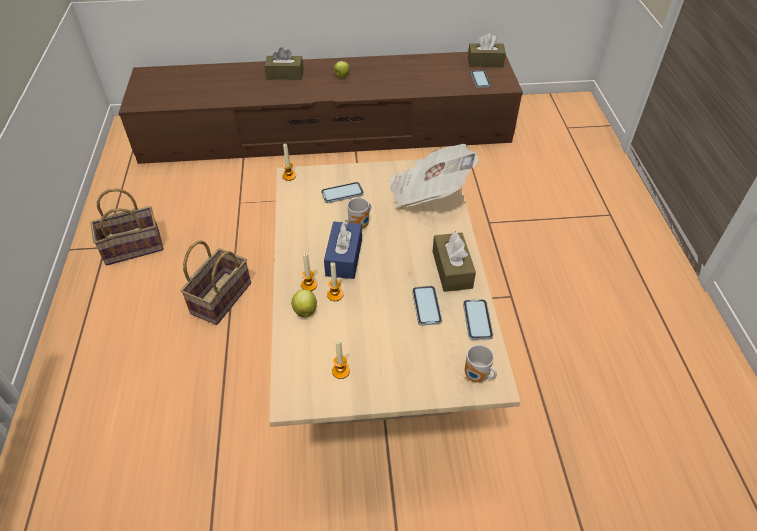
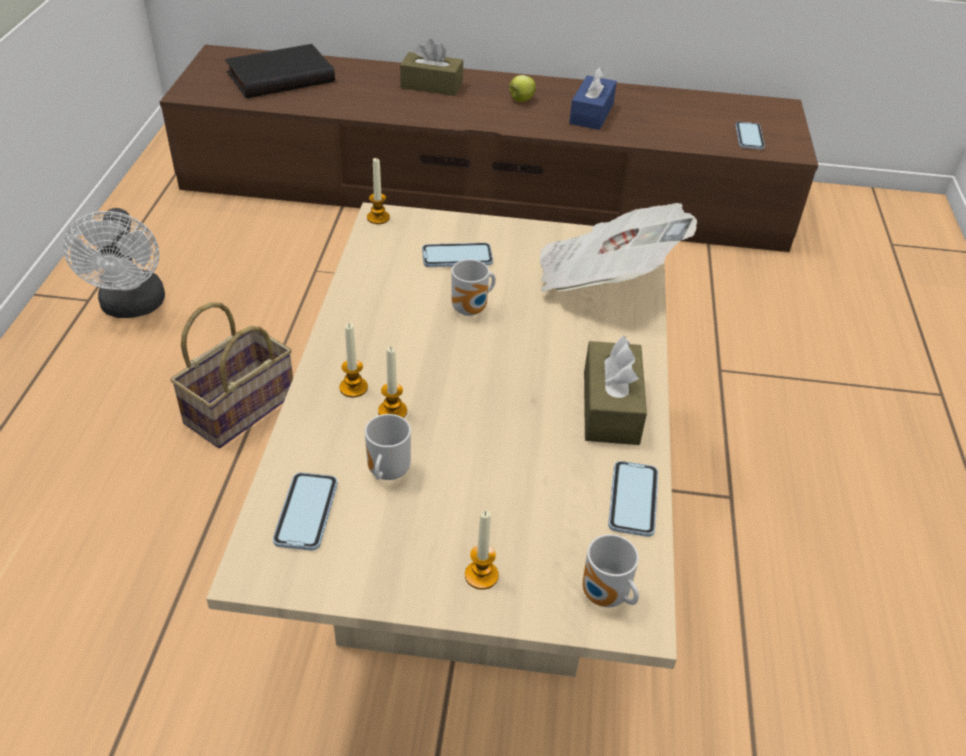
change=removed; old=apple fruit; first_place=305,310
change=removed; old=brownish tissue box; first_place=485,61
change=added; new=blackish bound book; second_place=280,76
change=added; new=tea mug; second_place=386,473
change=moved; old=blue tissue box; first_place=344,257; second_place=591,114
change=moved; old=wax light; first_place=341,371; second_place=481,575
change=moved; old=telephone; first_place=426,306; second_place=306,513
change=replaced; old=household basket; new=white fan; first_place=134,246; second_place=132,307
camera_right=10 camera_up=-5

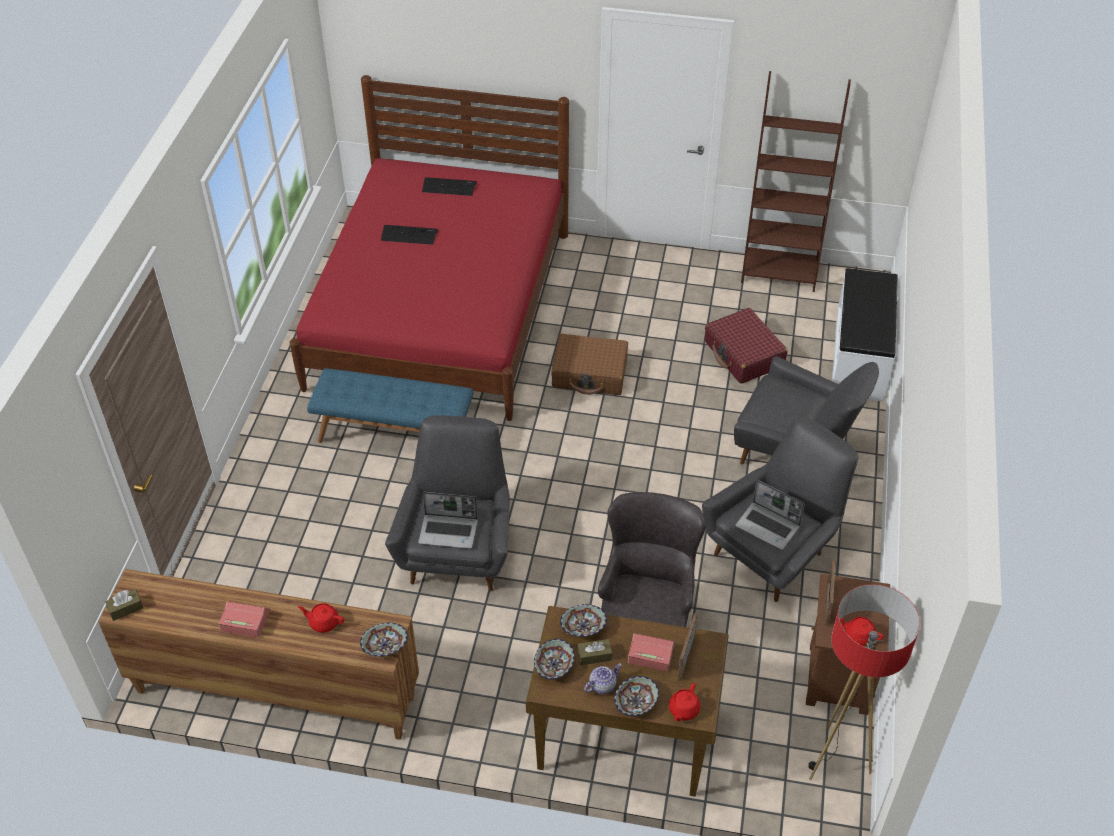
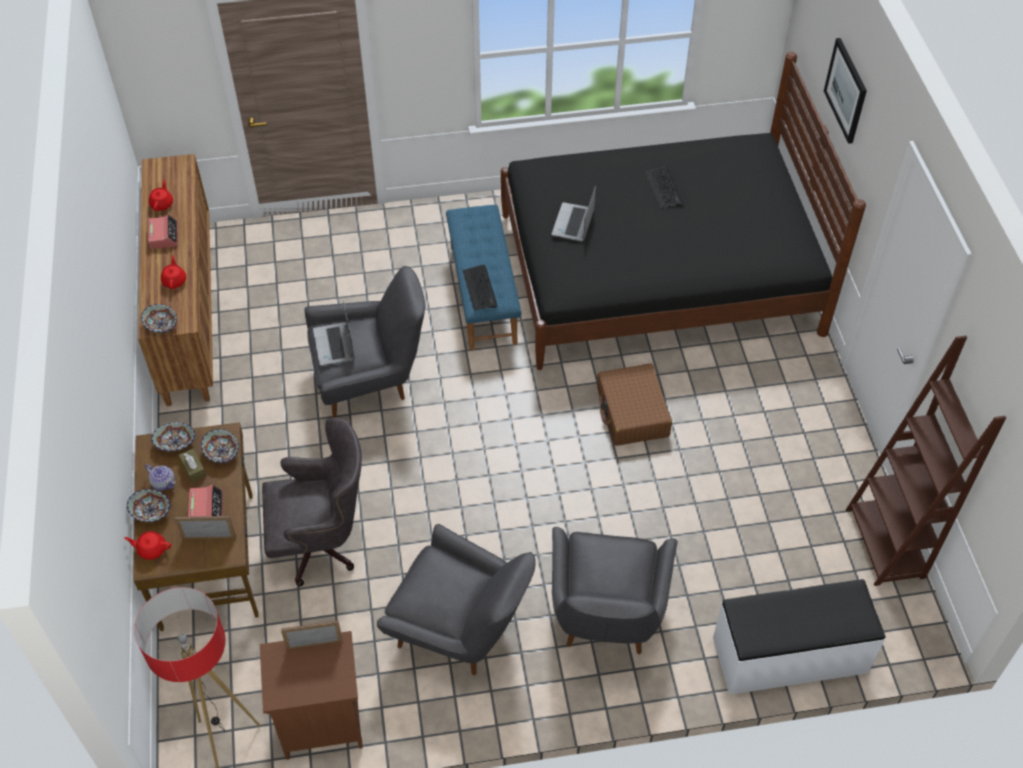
change=removed; old=brownish tissue box; first_place=126,608
change=removed; old=reddish travel case; first_place=743,354
change=added; new=wall picture; second_place=846,90
change=moved; old=PC keyboard; first_place=449,187; second_place=480,288
change=moved; old=notebook computer; first_place=768,526; second_place=573,224
change=moved; old=reddish teapot; first_place=858,635; second_place=162,204
change=recoloured; old=reddish sleeping bed; new=blackish sleeping bed; first_place=440,309; second_place=658,273
camera_right=70 camera_up=5

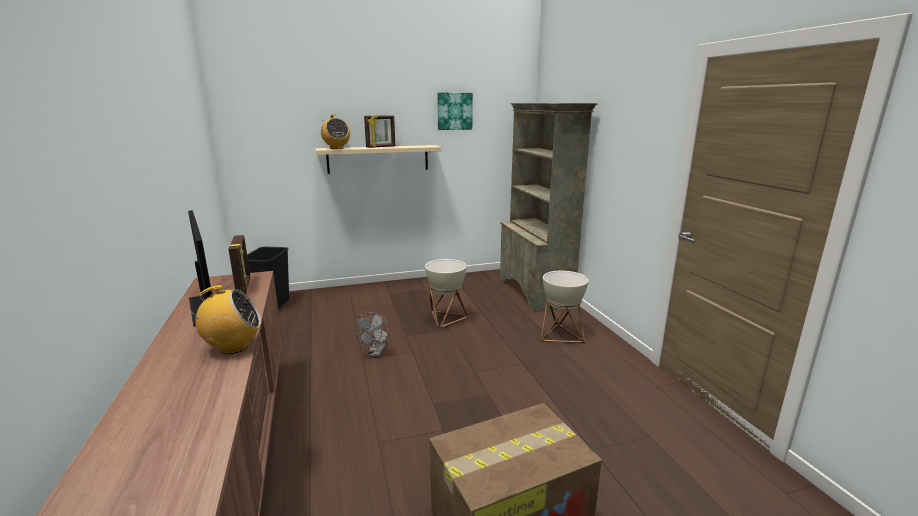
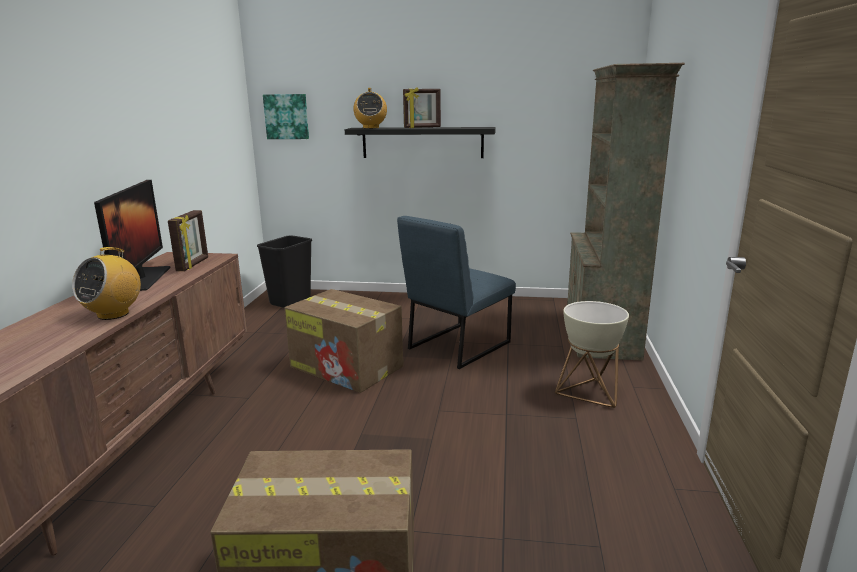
change=moved; old=wall picture; first_place=454,111; second_place=287,116
change=replaced; old=greyish fan; new=packing box; first_place=375,353; second_place=348,367
change=replaced; old=planter; new=blue upright chair; first_place=445,319; second_place=456,346
change=recoloured; old=beige wall shelf; new=blackish wall shelf; first_place=378,159; second_place=422,142
change=turned; old=radio receiver; first_place=233,347; second_place=113,314; degrees=105
camera_right=25 camera_up=0

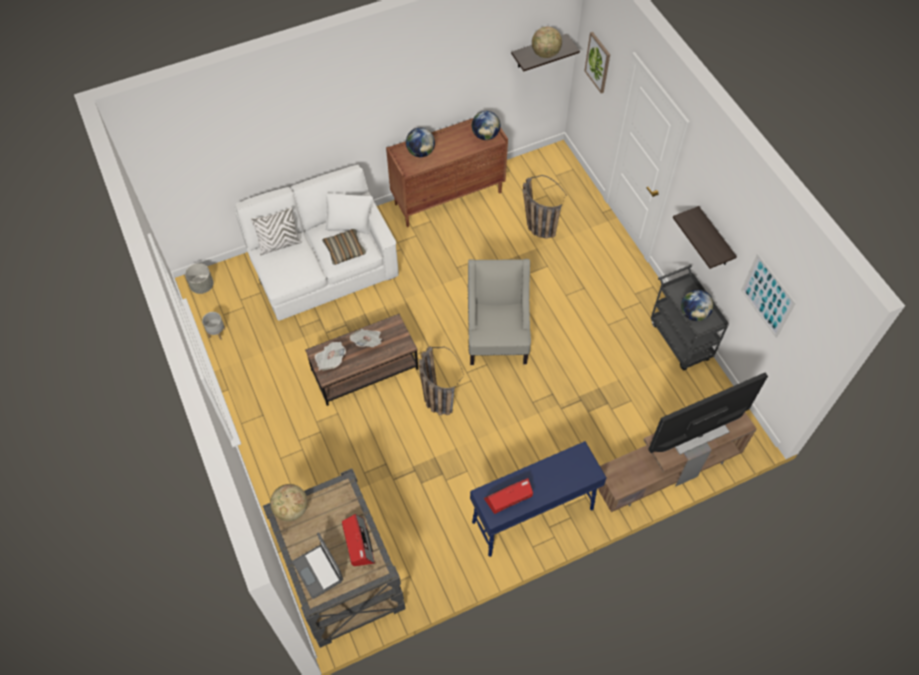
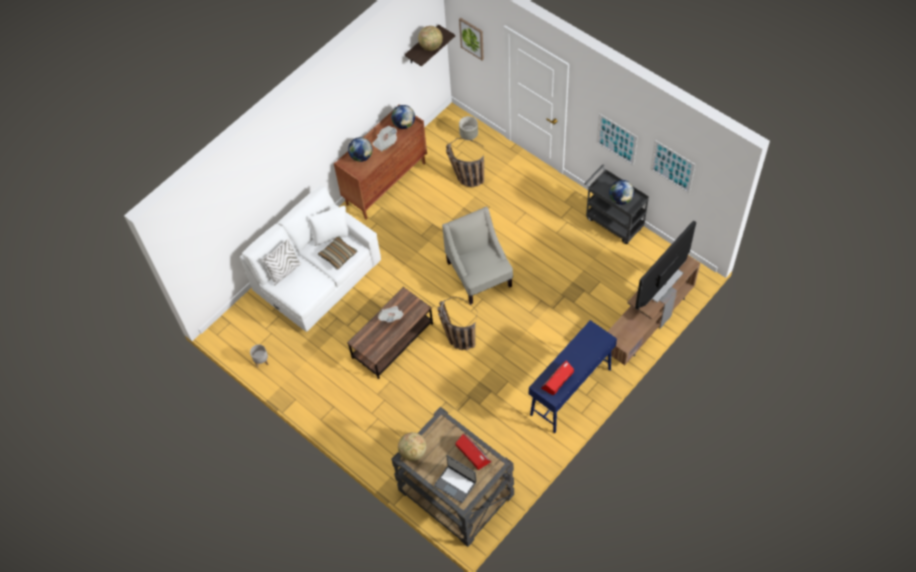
change=moved; old=greyish planter; first_place=202,286; second_place=469,134
change=moved; old=printed paper; first_place=330,360; second_place=385,142
change=replaced; old=wall shelf; new=wall picture; first_place=714,238; second_place=616,139
camera_right=-20 camera_up=0

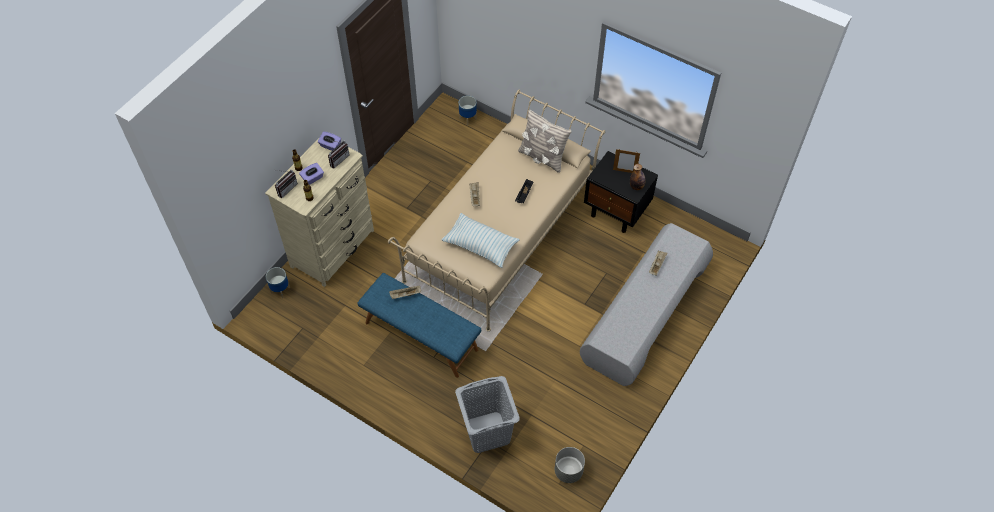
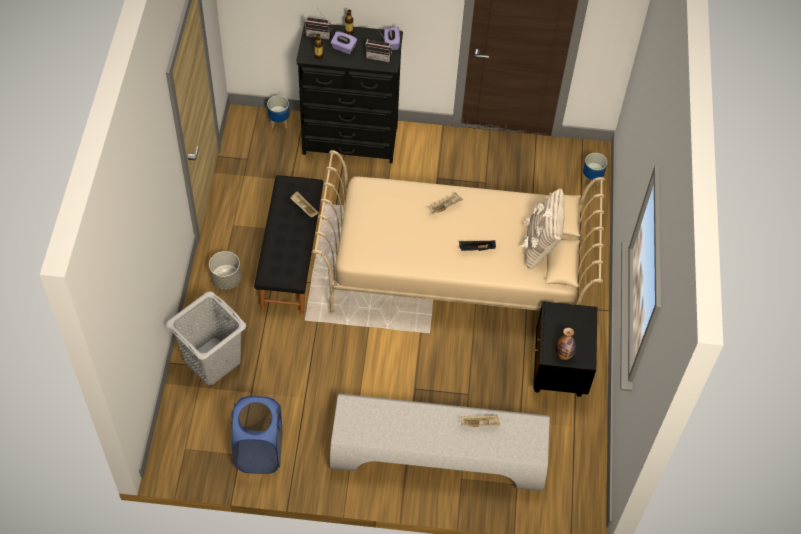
change=removed; old=cushion; first_place=480,245
change=removed; old=photo frame; first_place=624,171
change=added; new=blue washing basket; second_place=259,452
change=moved; old=greyish planter; first_place=568,471; second_place=226,279
change=recoloured; old=beige chest of drawers; new=blackish chest of drawers; first_place=334,249; second_place=350,141
change=recoloured; old=blue bench; new=blackish bench; first_place=421,335; second_place=292,258
camera_right=60 camera_up=0

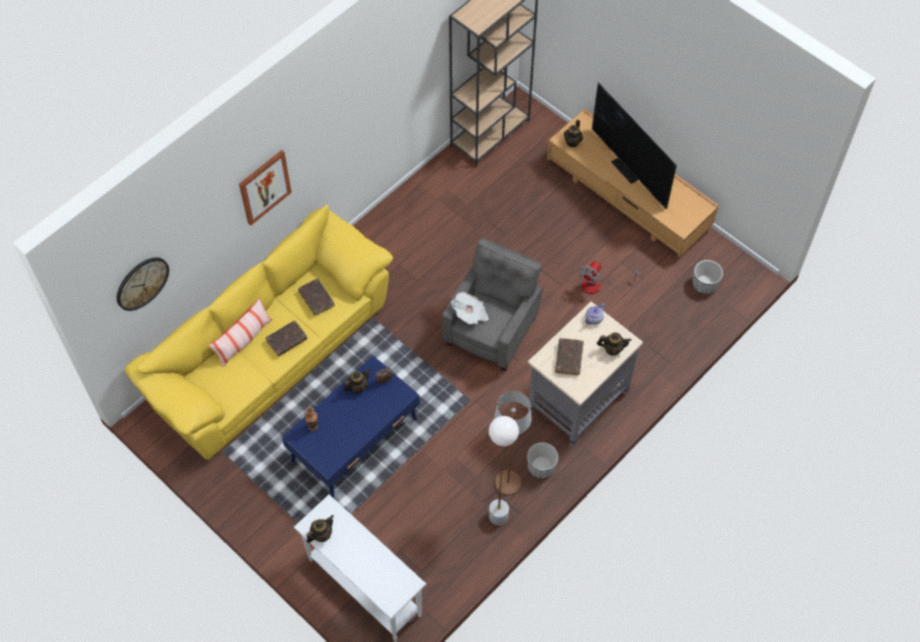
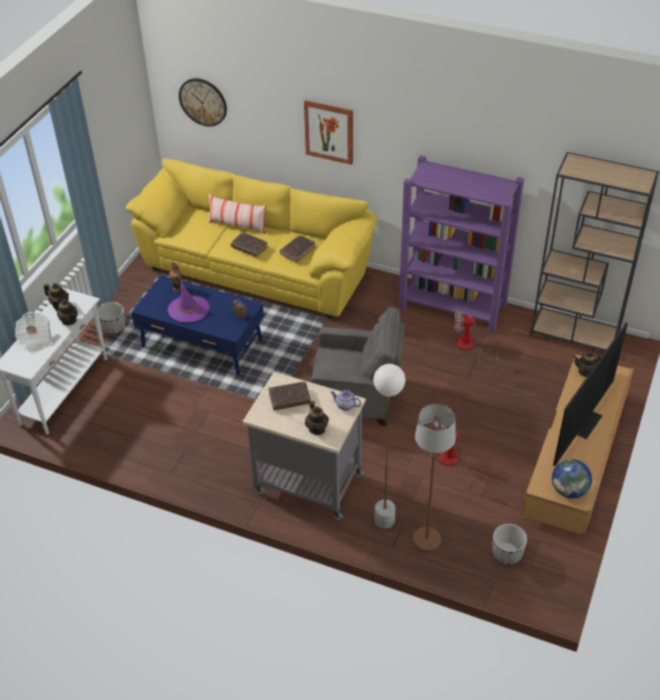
change=added; new=purplish wearable hat; second_place=188,309
change=added; new=purplish shelving unit; second_place=452,306
change=added; new=fan; second_place=469,347
change=added; new=globe; second_place=569,490
change=moved; old=teapot; first_place=357,387; second_place=69,320
change=moved; old=printed paper; first_place=470,314; second_place=35,340
change=moved; old=white standard lamp; first_place=498,516; second_place=384,520
change=moved; old=brownish standard lamp; first_place=508,483; second_place=427,539
change=moved; old=planter; first_place=541,467; second_place=113,328
camera_right=70 camera_up=-15

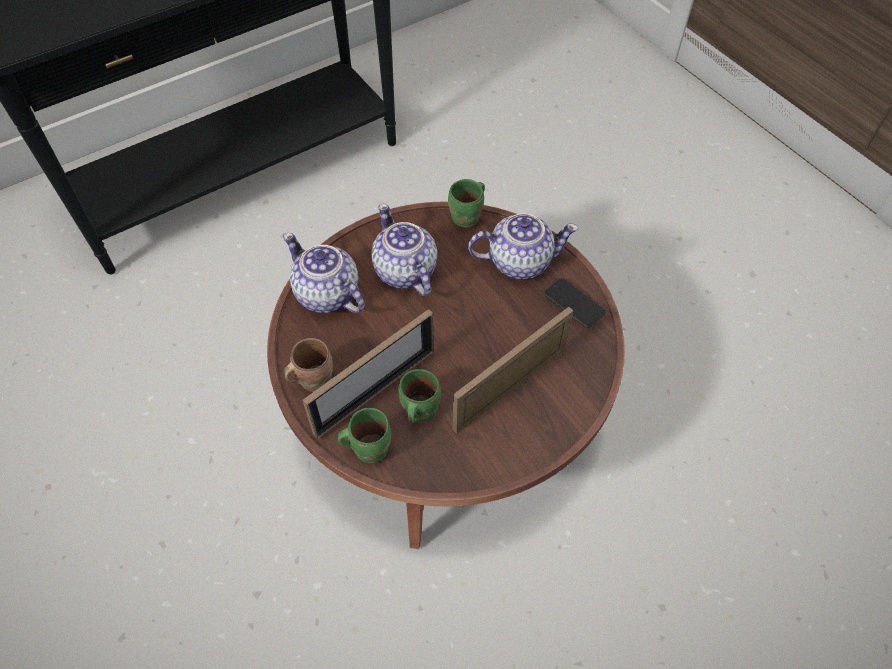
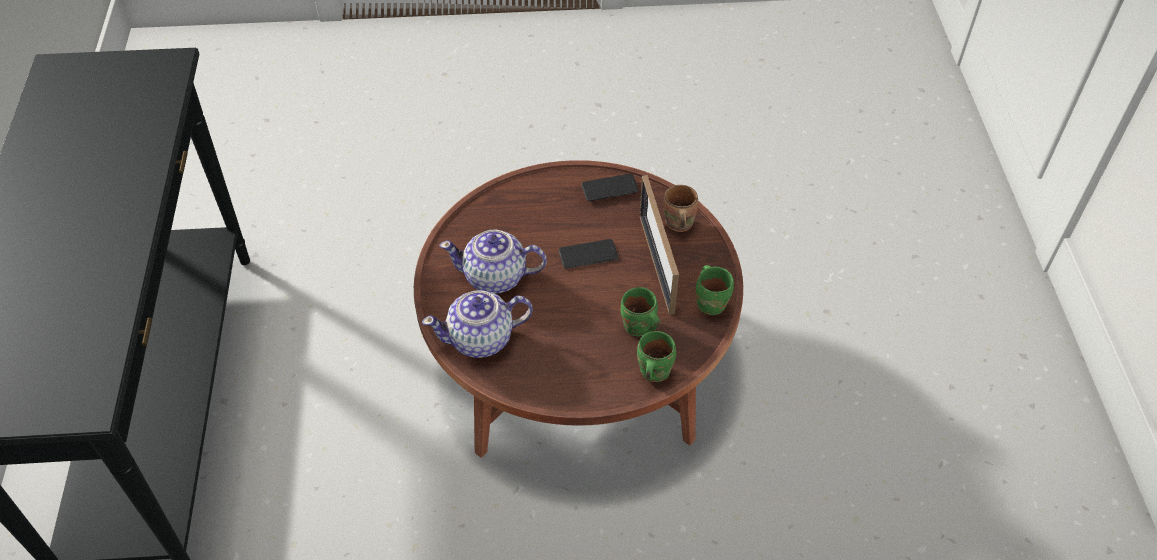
change=removed; old=photo frame; first_place=375,391
change=removed; old=teapot; first_place=519,261
change=added; new=telephone; second_place=588,254
change=moved; old=brownish tea mug; first_place=312,378; second_place=677,224
change=moved; old=greenish tea mug; first_place=468,218; second_place=712,303
camera_right=-60 camera_up=-5

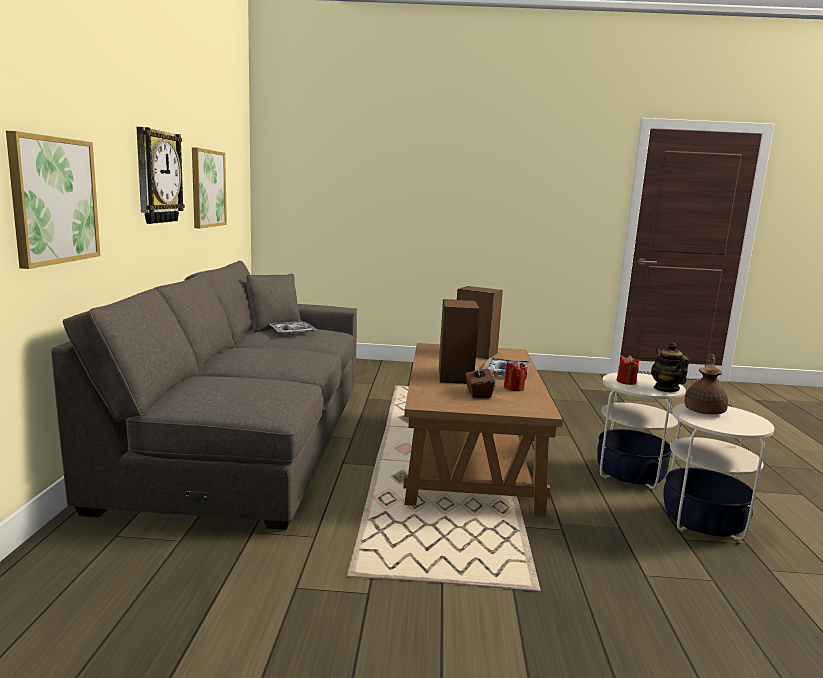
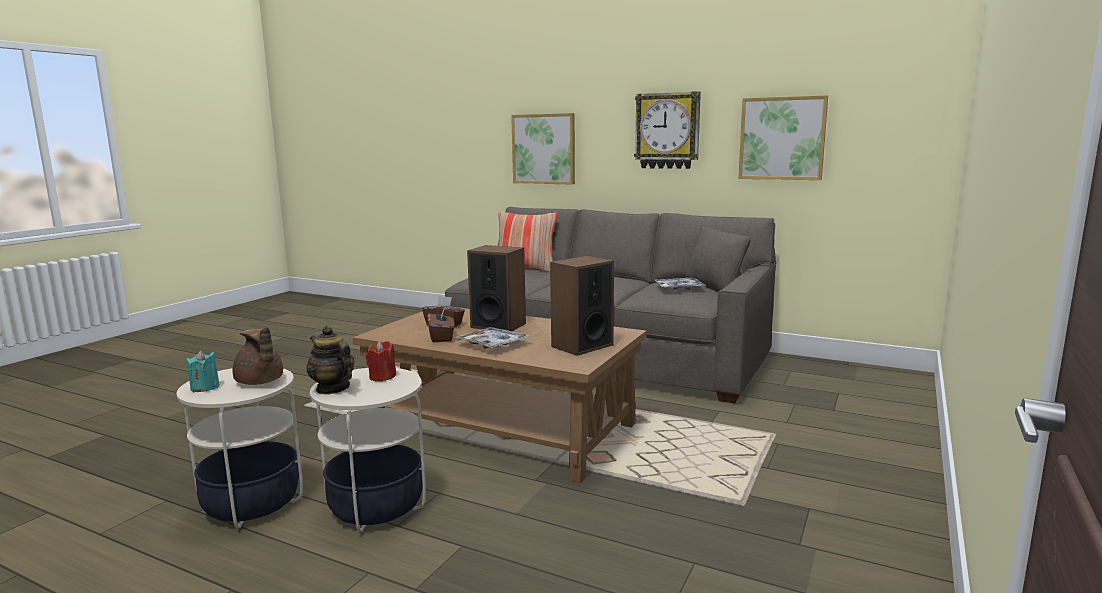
change=added; new=blue-green wax light; second_place=205,388
change=added; new=cushion; second_place=525,269
change=replaced; old=reddish wax light; new=brownish tissue box; first_place=514,388; second_place=441,337
change=turned; old=teapot; first_place=666,389; second_place=332,388; degrees=-150
camera_right=115 camera_up=0

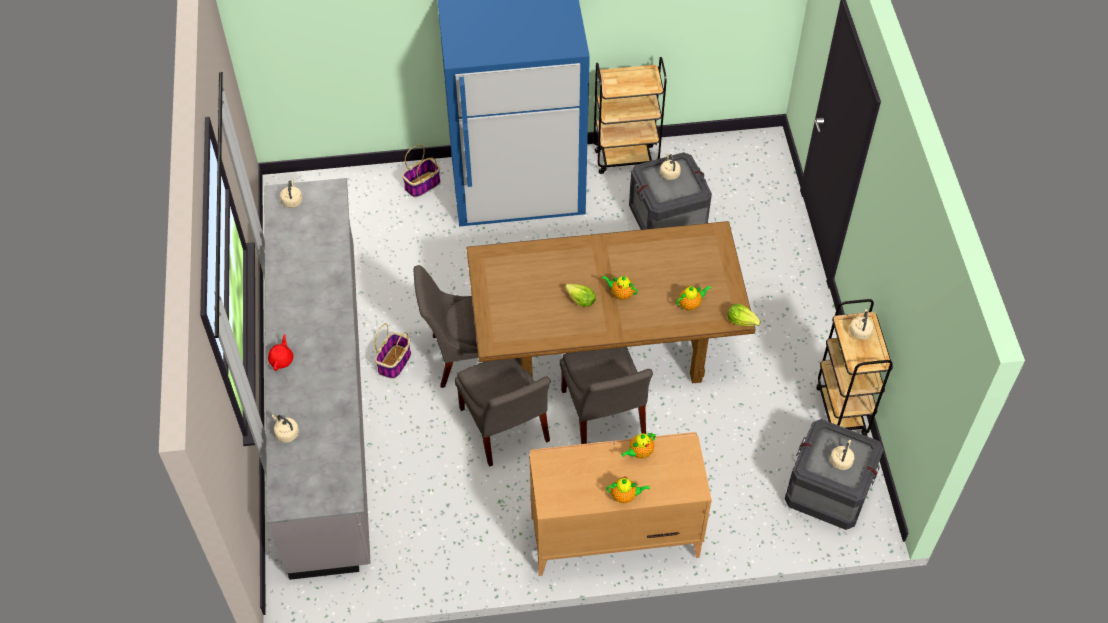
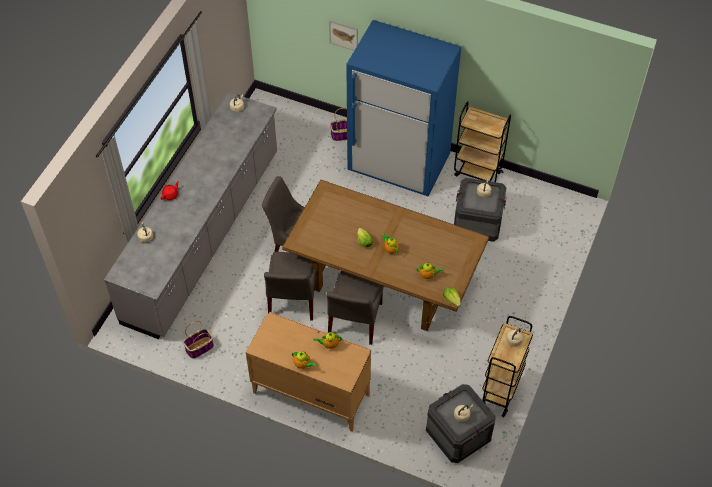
change=added; new=wall picture; second_place=343,35
change=moved; old=household basket; first_place=394,363; second_place=199,348
camera_right=30 camera_up=0

